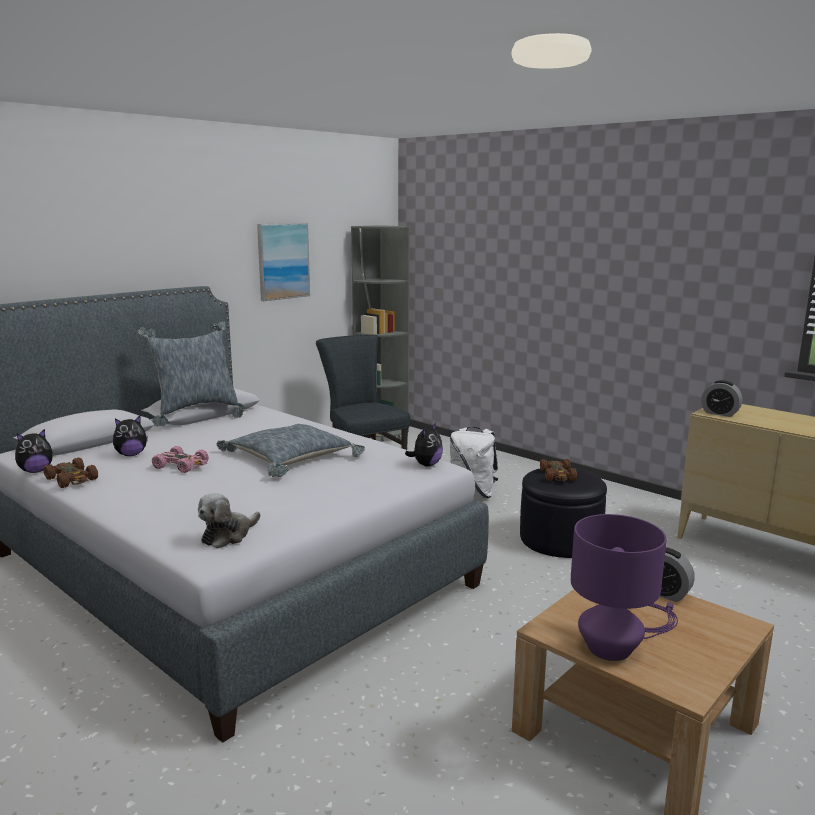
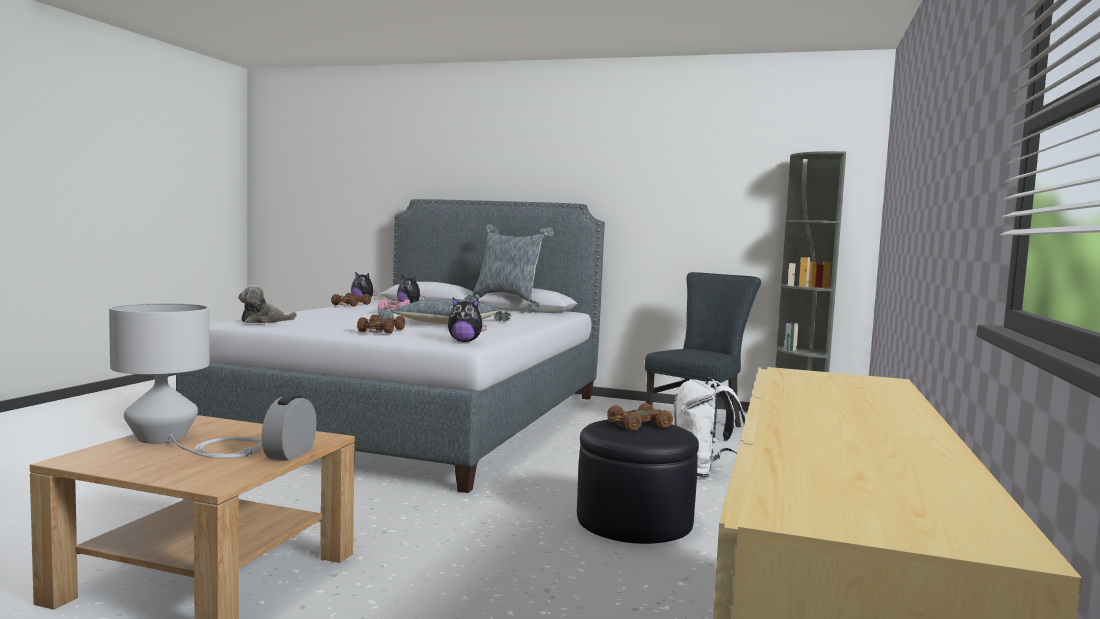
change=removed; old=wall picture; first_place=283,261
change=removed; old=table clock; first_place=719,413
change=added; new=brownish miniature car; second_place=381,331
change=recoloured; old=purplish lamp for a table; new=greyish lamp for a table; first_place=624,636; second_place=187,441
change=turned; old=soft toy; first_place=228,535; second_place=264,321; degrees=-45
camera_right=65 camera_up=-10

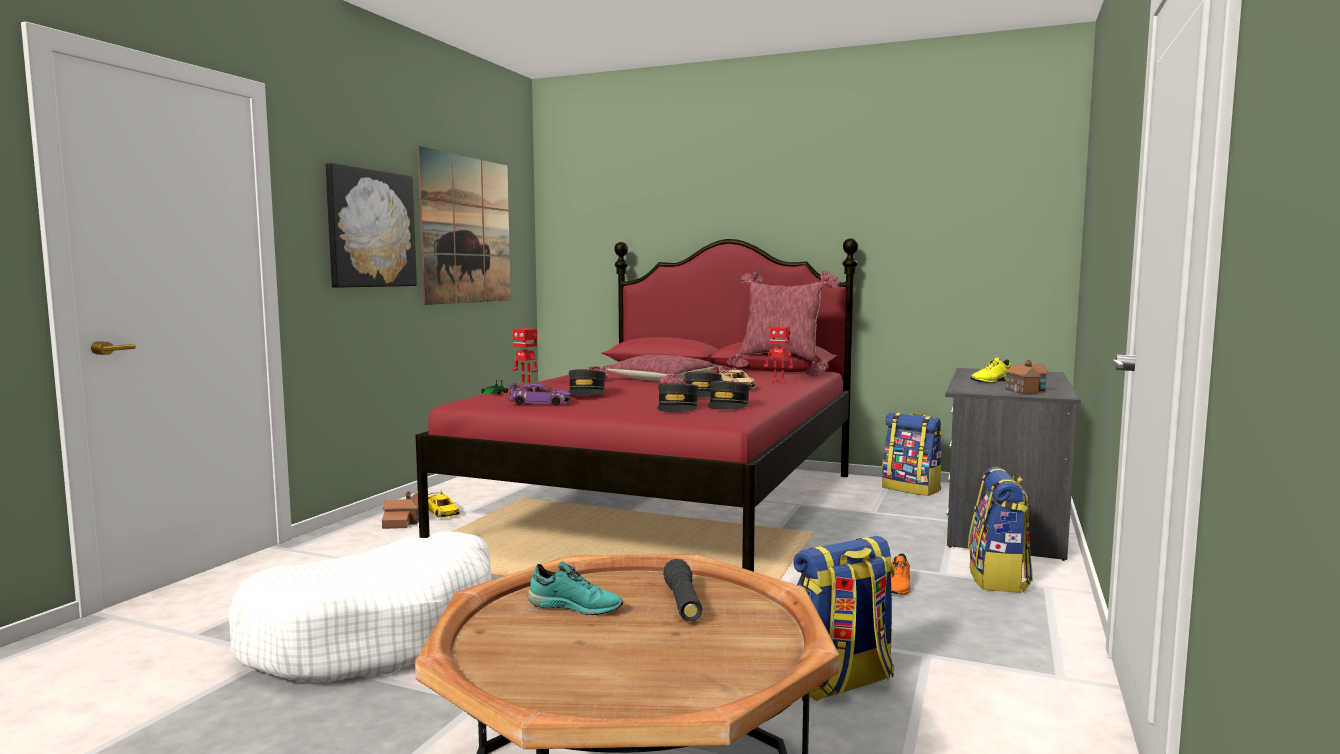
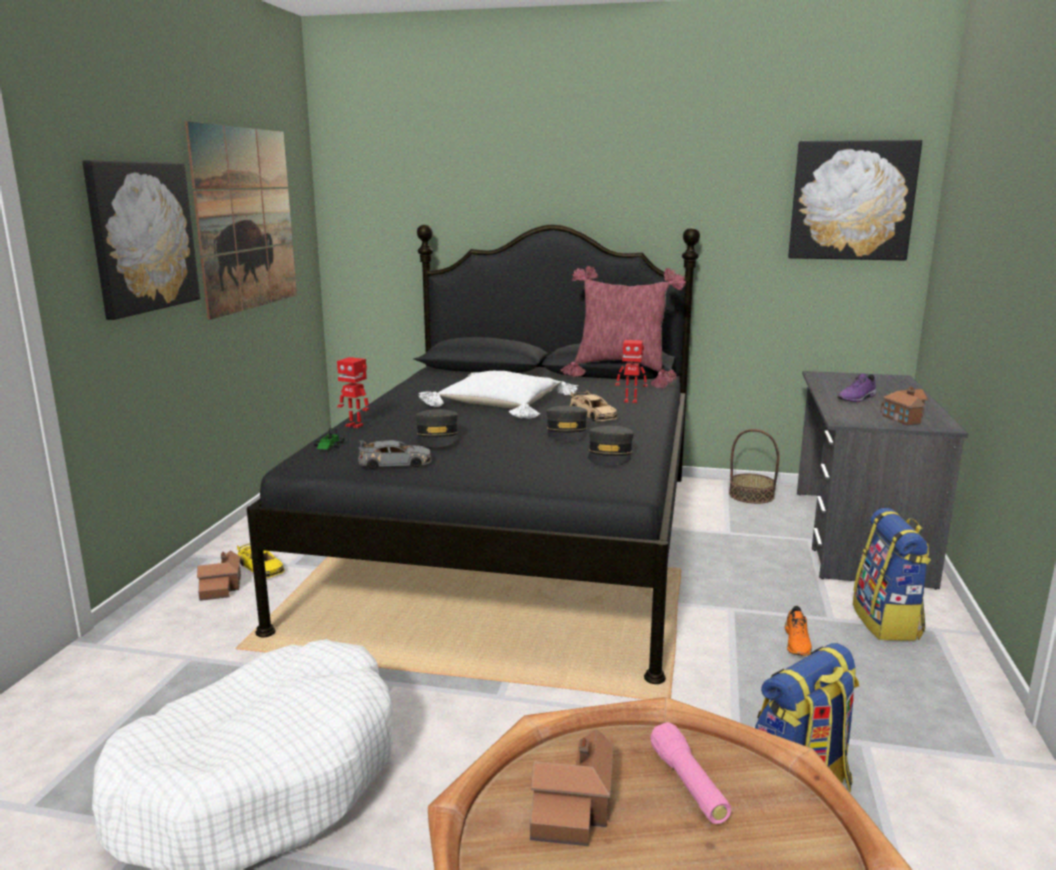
change=removed; old=greyish peaked cap; first_place=677,408
change=added; new=wall picture; second_place=852,200
change=replaced; old=blue-green shoe; new=miniature house; first_place=576,607; second_place=573,807
change=replaced; old=rucksack; new=household basket; first_place=911,489; second_place=751,495
change=recoloured; old=reddish sleeping bed; new=blackish sleeping bed; first_place=667,508; second_place=513,542
change=recoloured; old=purplish miniature car; new=greyish miniature car; first_place=540,403; second_place=395,463
change=recoloured; old=reddish cushion; new=white cushion; first_place=662,379; second_place=501,401
change=recoloured; old=blackish torch; new=pink torch; first_place=683,603; second_place=688,785
change=recoloured; old=yellow-coloured shoe; new=purplish shoe; first_place=992,381; second_place=857,398
camera_right=-10 camera_up=10

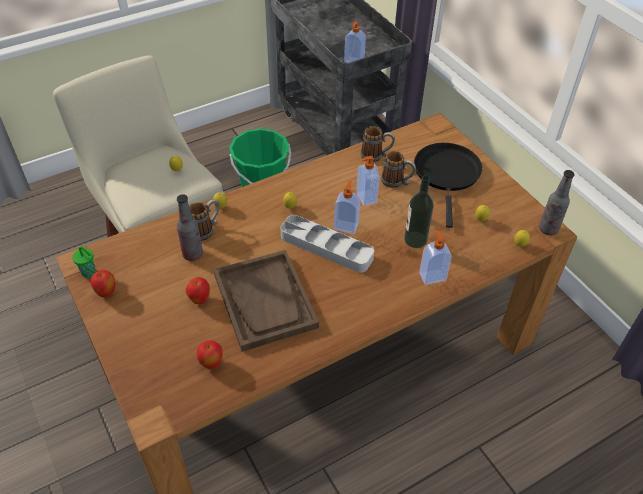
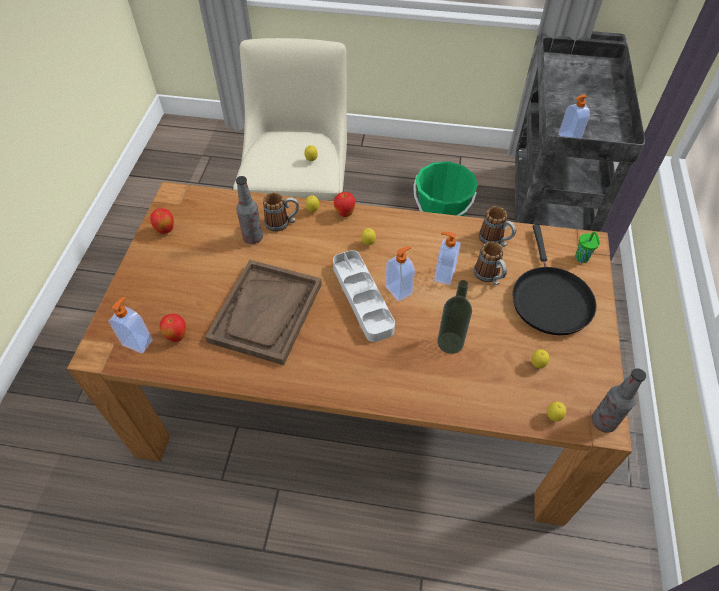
change=moved; old=greenish cup; first_place=89,273; second_place=582,258
change=moved; old=apple fruit; first_place=200,300; second_place=344,214
change=moved; old=soap bottle; first_place=432,276; second_place=138,342
change=turned; old=blackish skillet; first_place=447,174; second_place=549,299; degrees=135
camera_right=40 camera_up=5

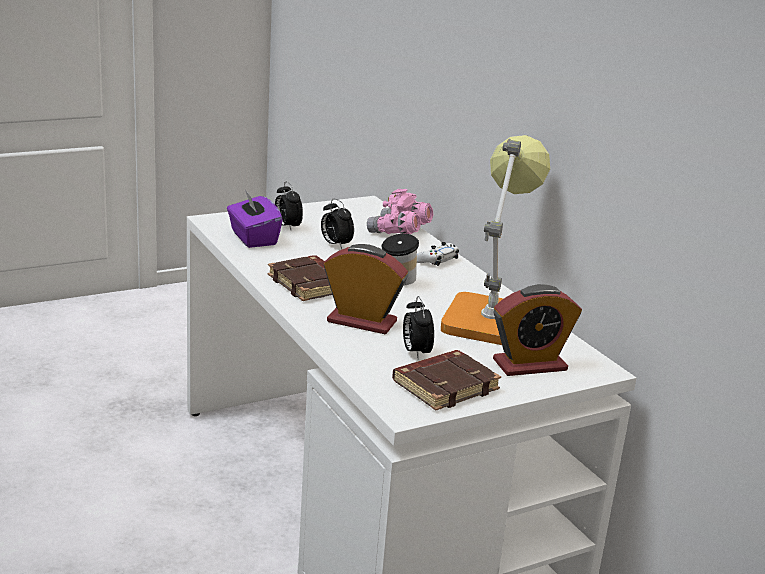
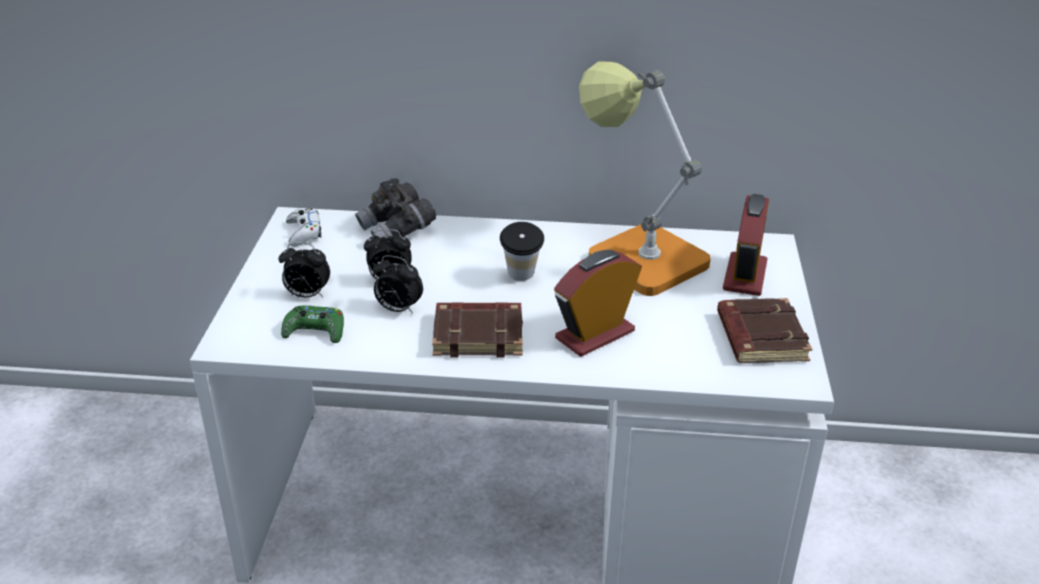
change=moved; old=table clock; first_place=415,352; second_place=398,309
change=moved; old=white joypad; first_place=437,260; second_place=304,233
change=replaced; old=purplish tissue box; new=greenish joypad; first_place=253,238; second_place=315,331
change=recoloured; old=pink binoculars; new=greyish binoculars; first_place=399,233; second_place=397,230
camera_right=-55 camera_up=10

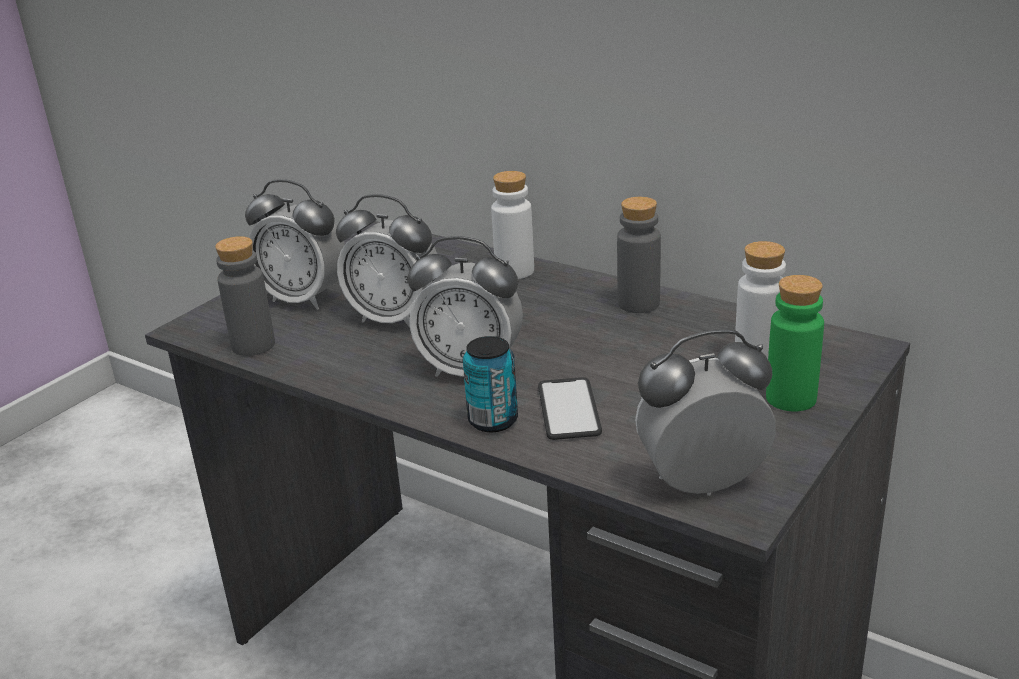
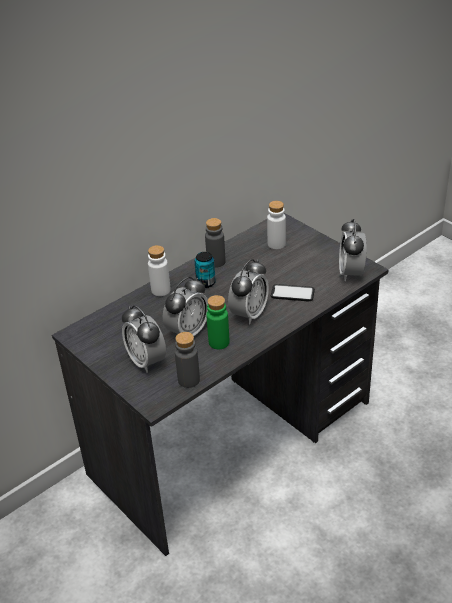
change=moved; old=metal can; first_place=493,421; second_place=206,283
change=moved; old=greenish drink bottle; first_place=791,398; second_place=219,342
change=turned; old=table clock; first_place=304,299; second_place=146,361; degrees=105
camera_right=-75 camera_up=10

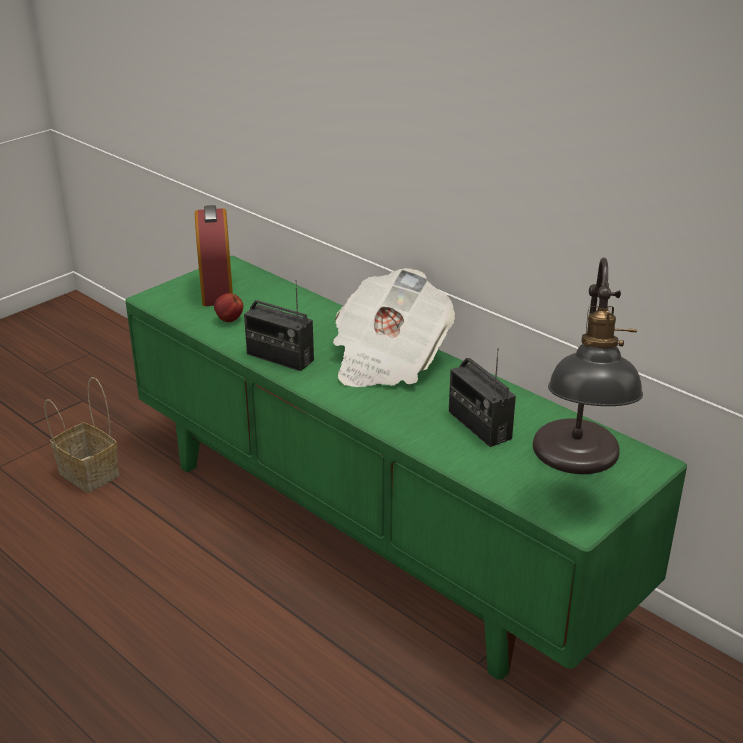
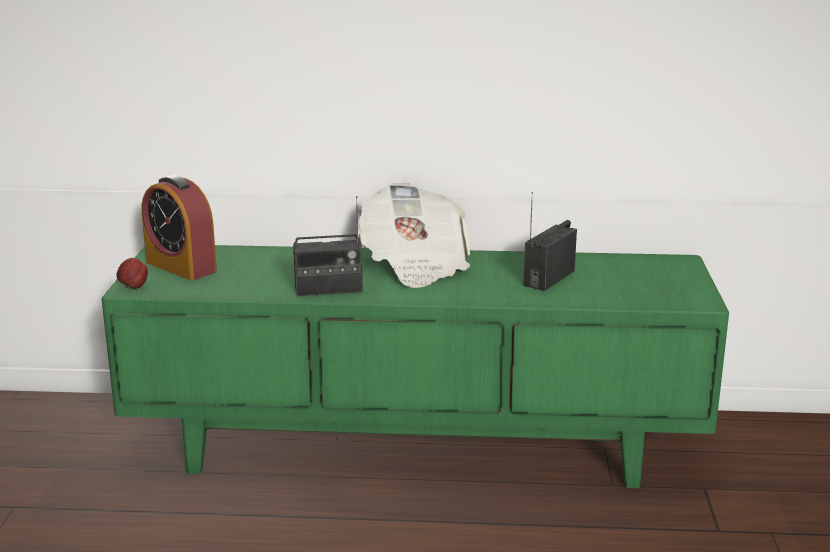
change=removed; old=household basket; first_place=86,473
change=removed; old=greyish lamp for a table; first_place=579,471
change=moved; old=apple fruit; first_place=229,320; second_place=133,287
change=turned; old=radio receiver; first_place=479,425; second_place=548,278; degrees=105
camera_right=-40 camera_up=-10

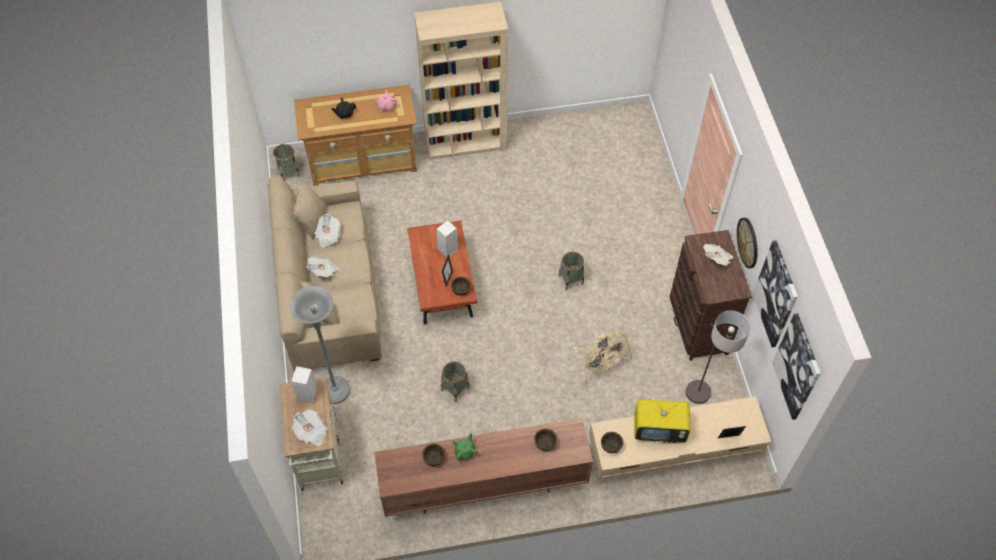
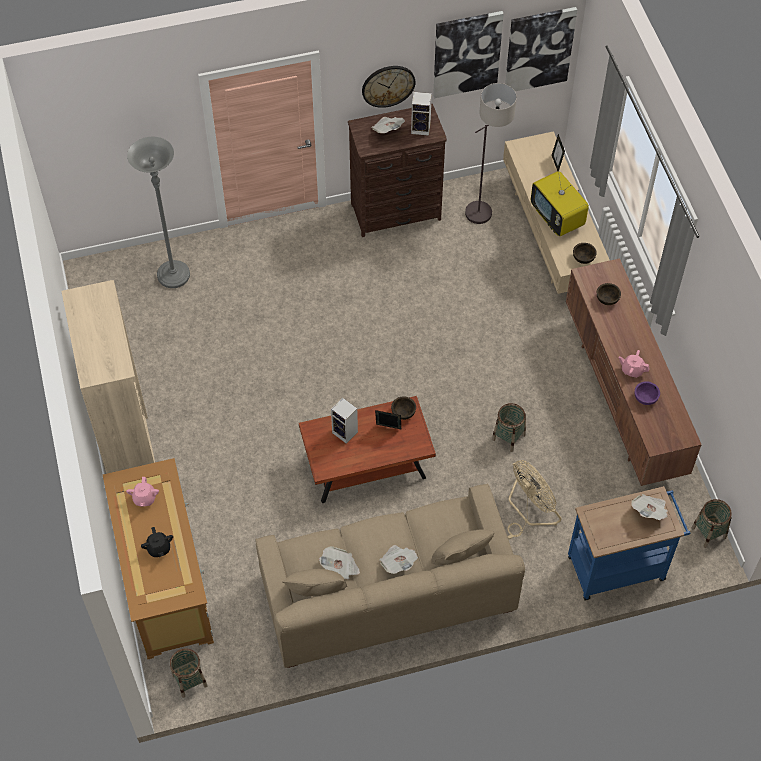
change=moved; old=greyish standard lamp; first_place=335,391; second_place=173,275
change=moved; old=audio speaker; first_place=307,395; second_place=421,128
change=moved; old=household basket; first_place=571,279; second_place=709,532
change=moved; old=beige fan; first_place=599,364; second_place=527,510
change=recoloured; old=beige trolley; new=blue trolley; first_place=319,456; second_place=619,568
change=recoloured; old=brownish serving bowl; new=purplish serving bowl; first_place=434,458; second_place=645,398
change=recoloured; old=greenish teapot; new=pink teapot; first_place=465,452; second_place=632,370
change=turned; old=TV set; first_place=659,430; second_place=557,218; degrees=150
camera_right=-95 camera_up=0

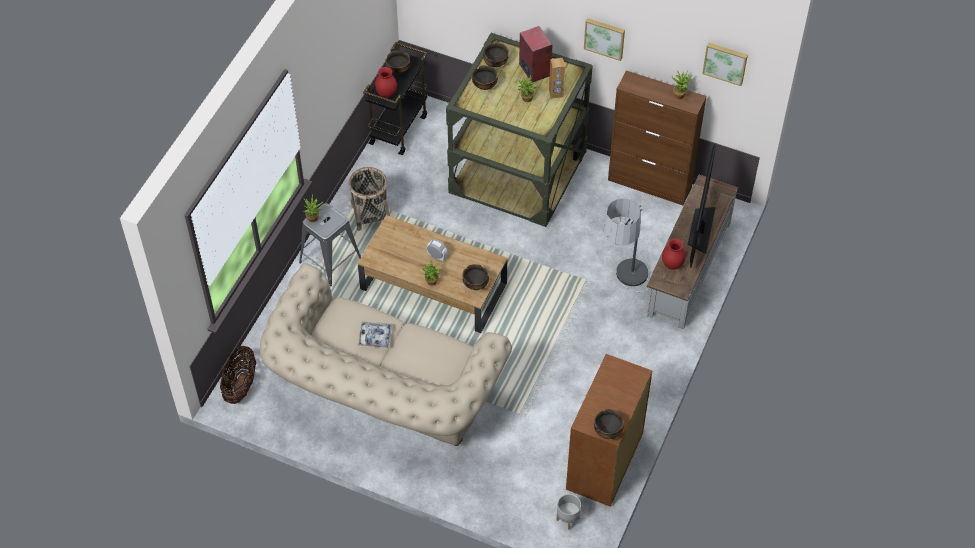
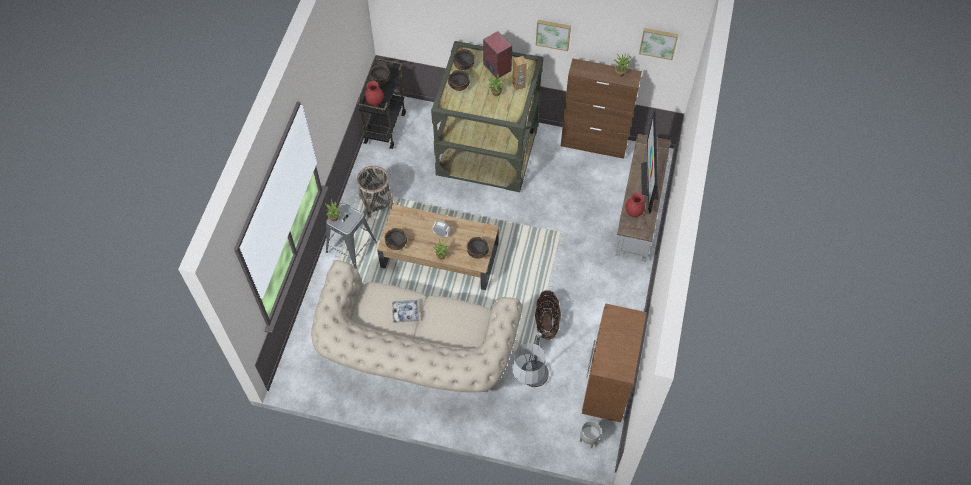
change=moved; old=household basket; first_place=240,385; second_place=546,322
change=moved; old=serving bowl; first_place=608,431; second_place=396,244
change=moved; old=standard lamp; first_place=623,294; second_place=530,395
camera_right=-10 camera_up=5

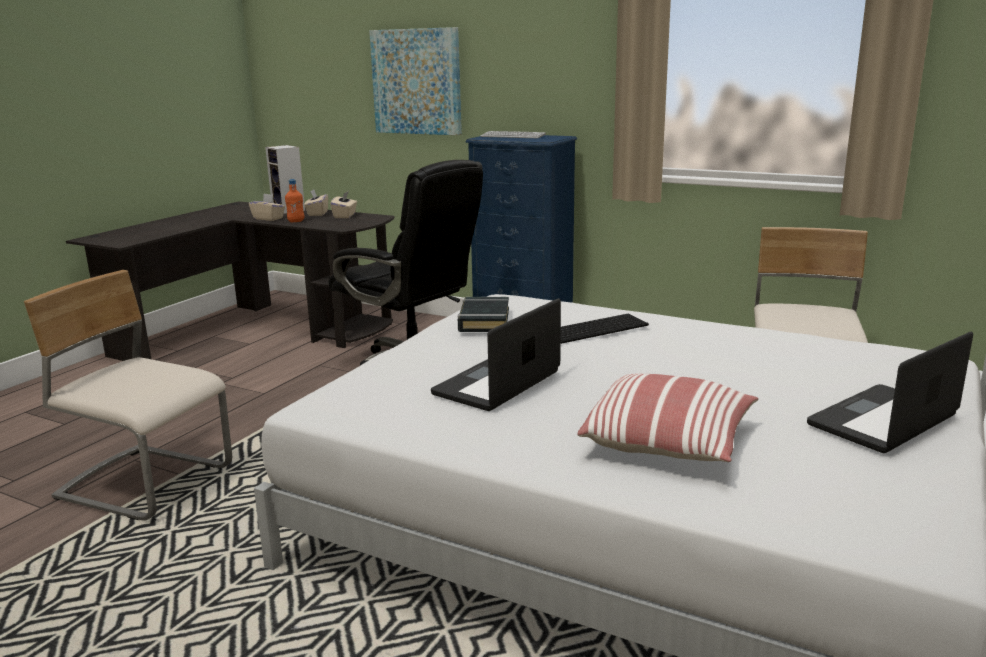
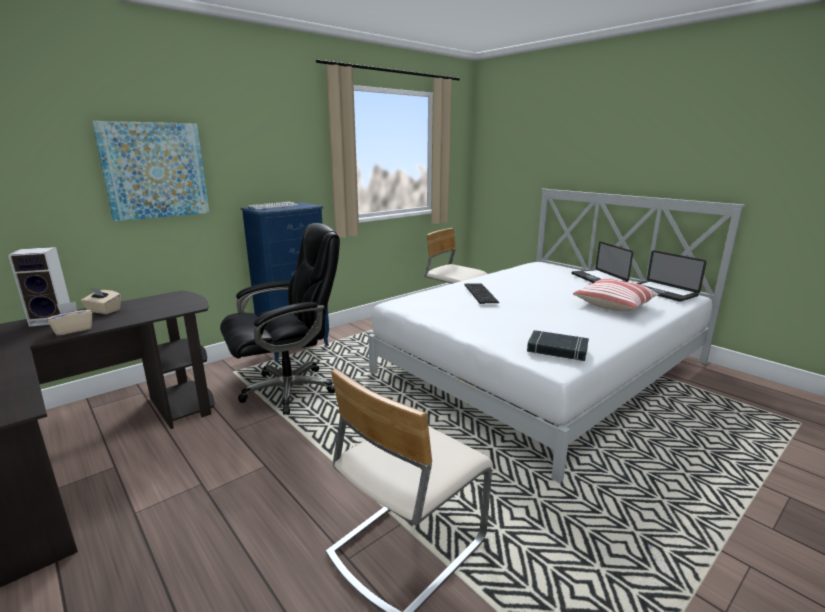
change=removed; old=orange-coloured drink bottle; first_place=296,221
change=removed; old=beige tissue box; first_place=345,216
change=moved; old=notebook computer; first_place=497,383; second_place=662,292
change=moved; old=blackish bound book; first_place=484,320; second_place=557,350
camera_right=-70 camera_up=0

